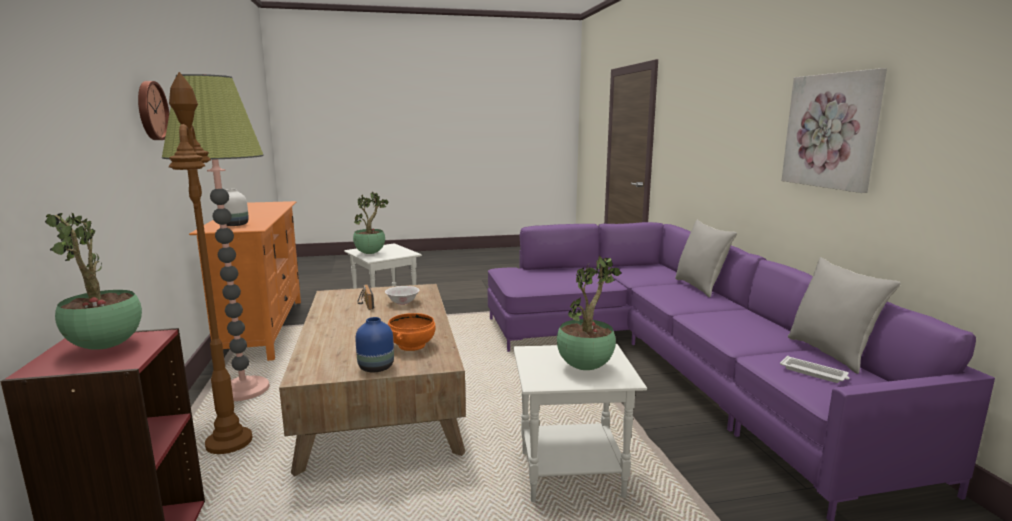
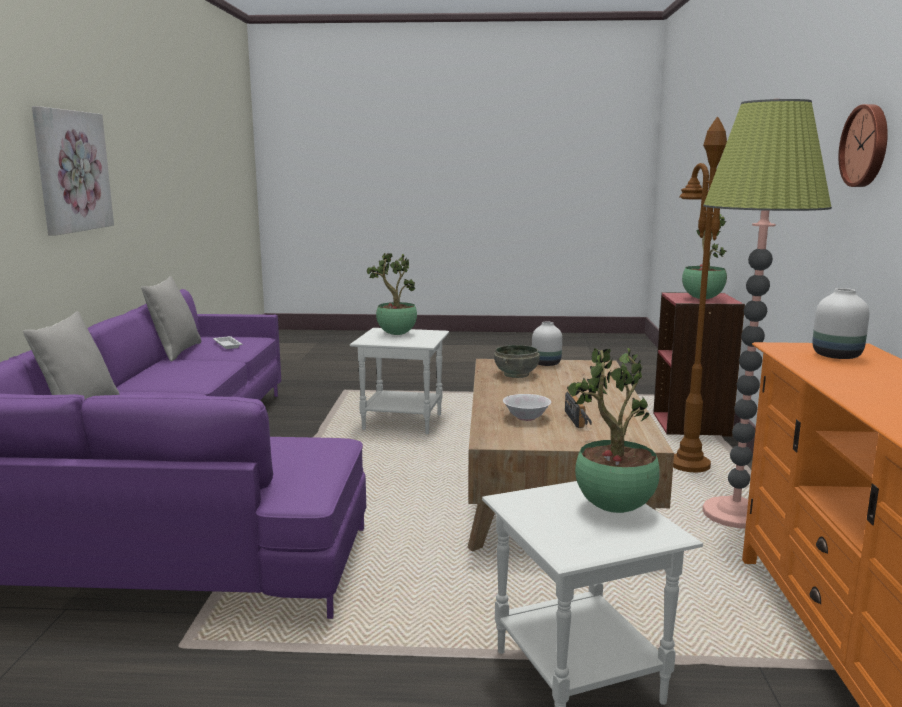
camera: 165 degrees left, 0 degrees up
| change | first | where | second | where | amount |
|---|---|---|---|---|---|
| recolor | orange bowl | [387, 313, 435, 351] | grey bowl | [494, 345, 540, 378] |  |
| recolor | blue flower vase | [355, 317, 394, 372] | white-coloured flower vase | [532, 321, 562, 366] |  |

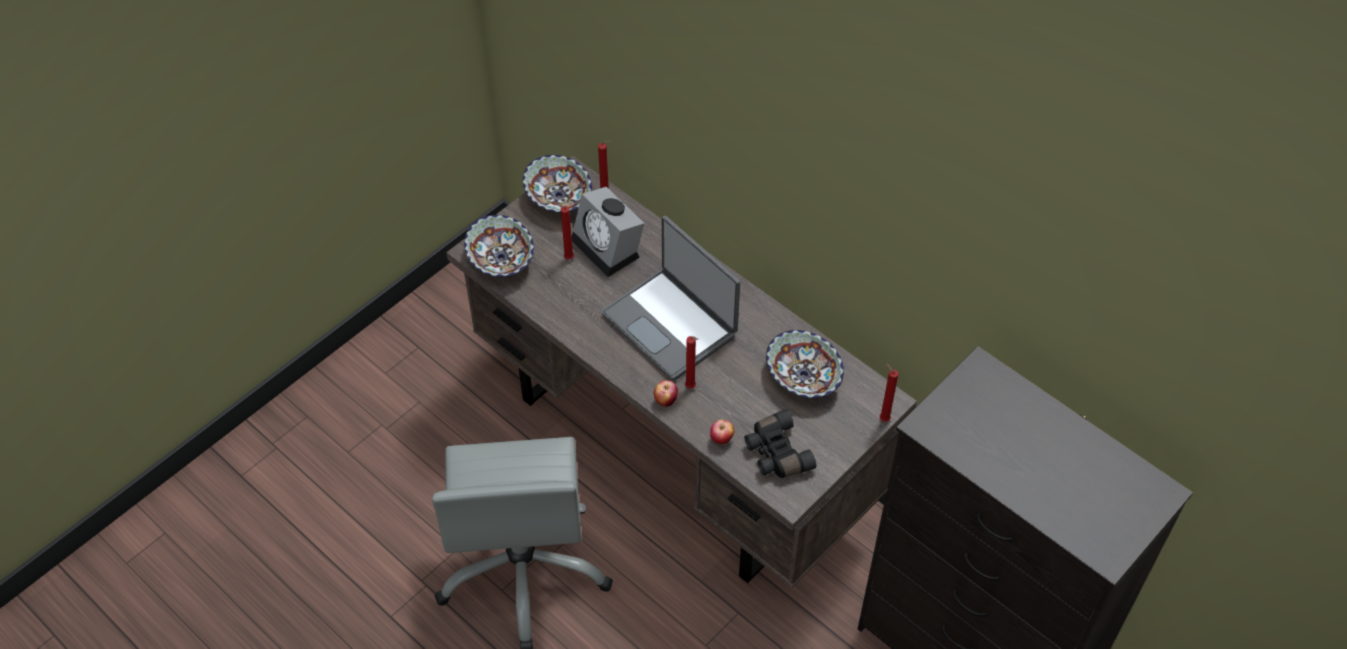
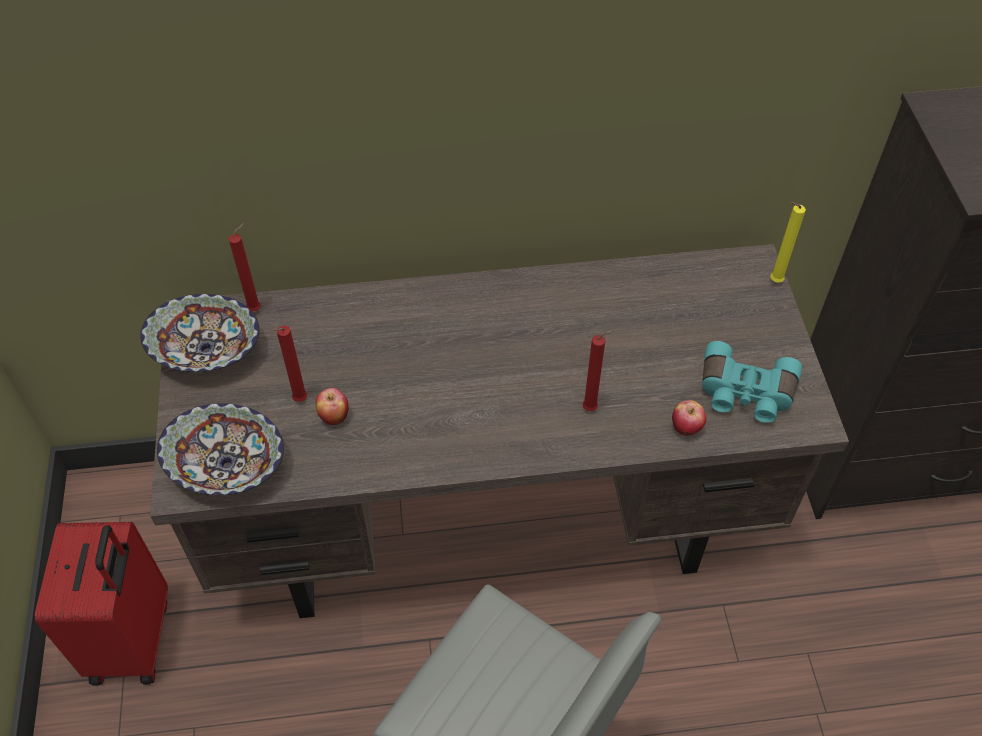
camera: 50 degrees left, 0 degrees up
| change | first | where | second | where | amount |
|---|---|---|---|---|---|
| insert |  |  | red travel case | [35, 522, 168, 685] |  |
| move | apple fruit | [654, 380, 678, 407] |  | [316, 388, 349, 425] |  |
| recolor | blackish pair of binoculars | [744, 409, 816, 478] | turquoise-coloured pair of binoculars | [702, 341, 802, 423] |  |
| recolor | red candle | [880, 363, 898, 422] | yellow-coloured candle | [770, 202, 806, 283] |  |
| delete | alarm clock | [572, 187, 644, 277] |  |  |  |
| delete | portable computer | [601, 216, 740, 381] |  |  |  |
| delete | bowl | [766, 330, 844, 398] |  |  |  |

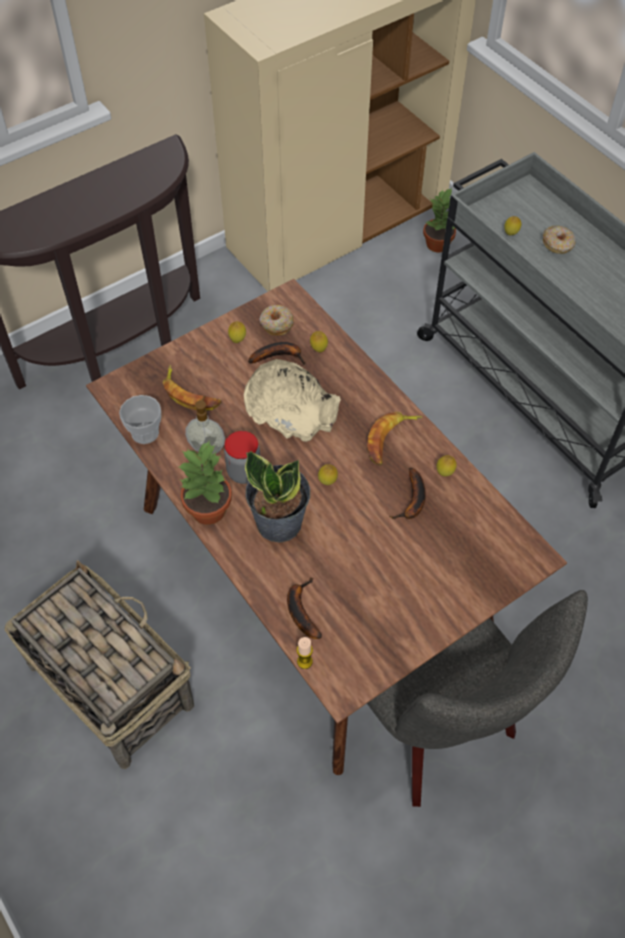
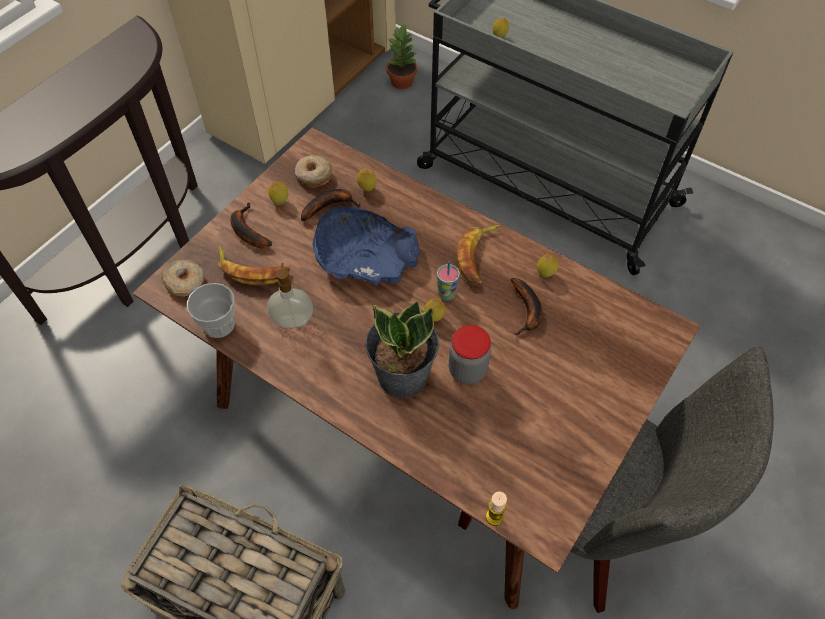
camera: 20 degrees left, 0 degrees up
| change | first | where | second | where | amount |
|---|---|---|---|---|---|
| move | ring doughnut | [543, 225, 575, 254] |  | [161, 259, 204, 297] |  |
| move | whole banana | [287, 577, 322, 639] |  | [231, 203, 272, 248] |  |
| recolor | beige-coloured bowl | [244, 359, 341, 442] | blue bowl | [312, 206, 420, 286] |  |
| insert |  |  | drinking cup | [437, 261, 460, 301] |  |
| move | storage jar | [224, 431, 260, 484] |  | [449, 325, 491, 385] |  |
| delete | plant in a pot | [177, 440, 232, 525] |  |  |  |

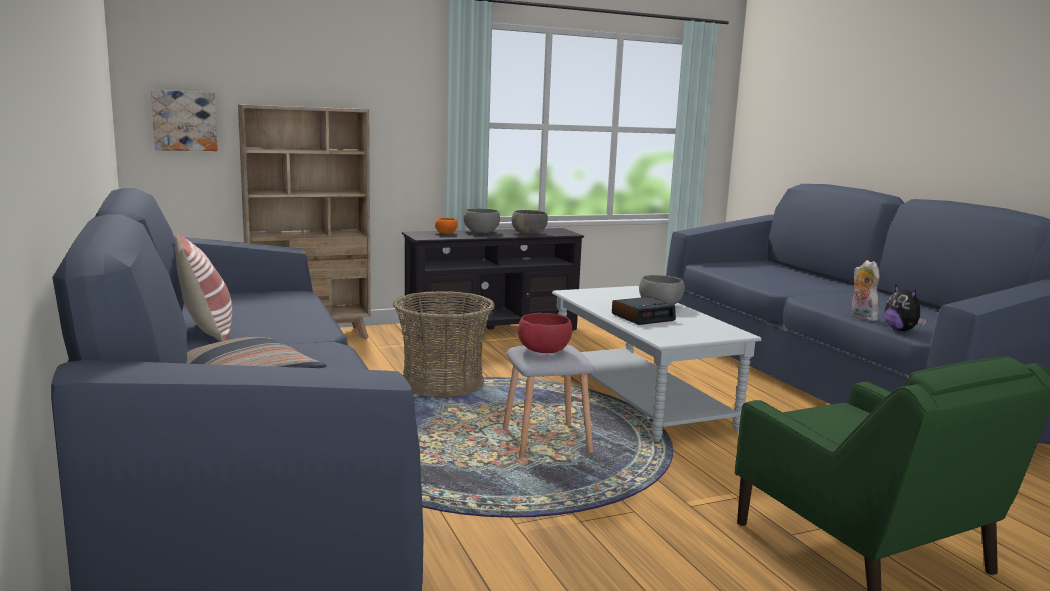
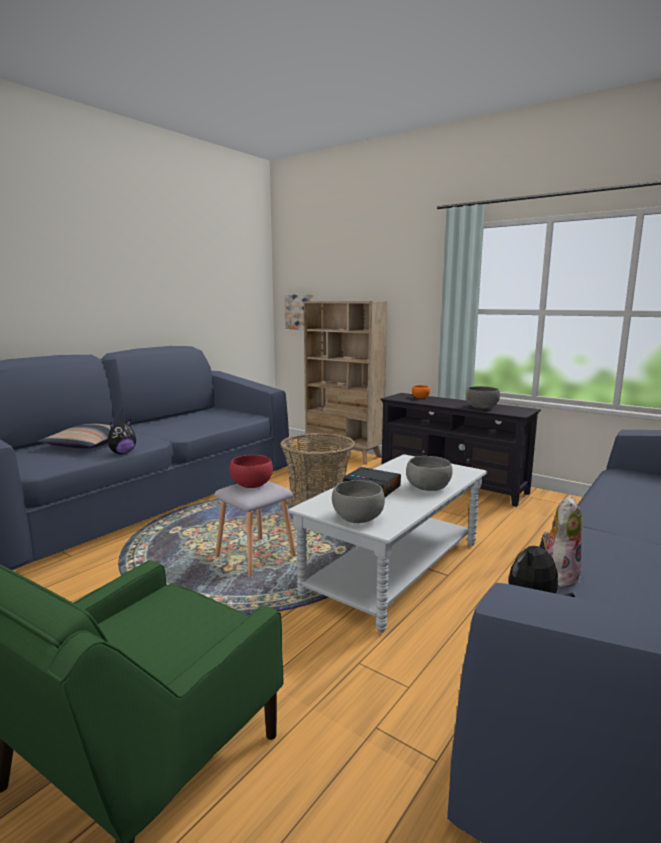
camera: 60 degrees right, 0 degrees up
| change | first | where | second | where | amount |
|---|---|---|---|---|---|
| insert |  |  | soft toy | [108, 419, 136, 454] |  |
| move | grey bowl | [464, 208, 500, 233] |  | [332, 480, 385, 523] |  |
| delete | cushion | [175, 233, 232, 341] |  |  |  |

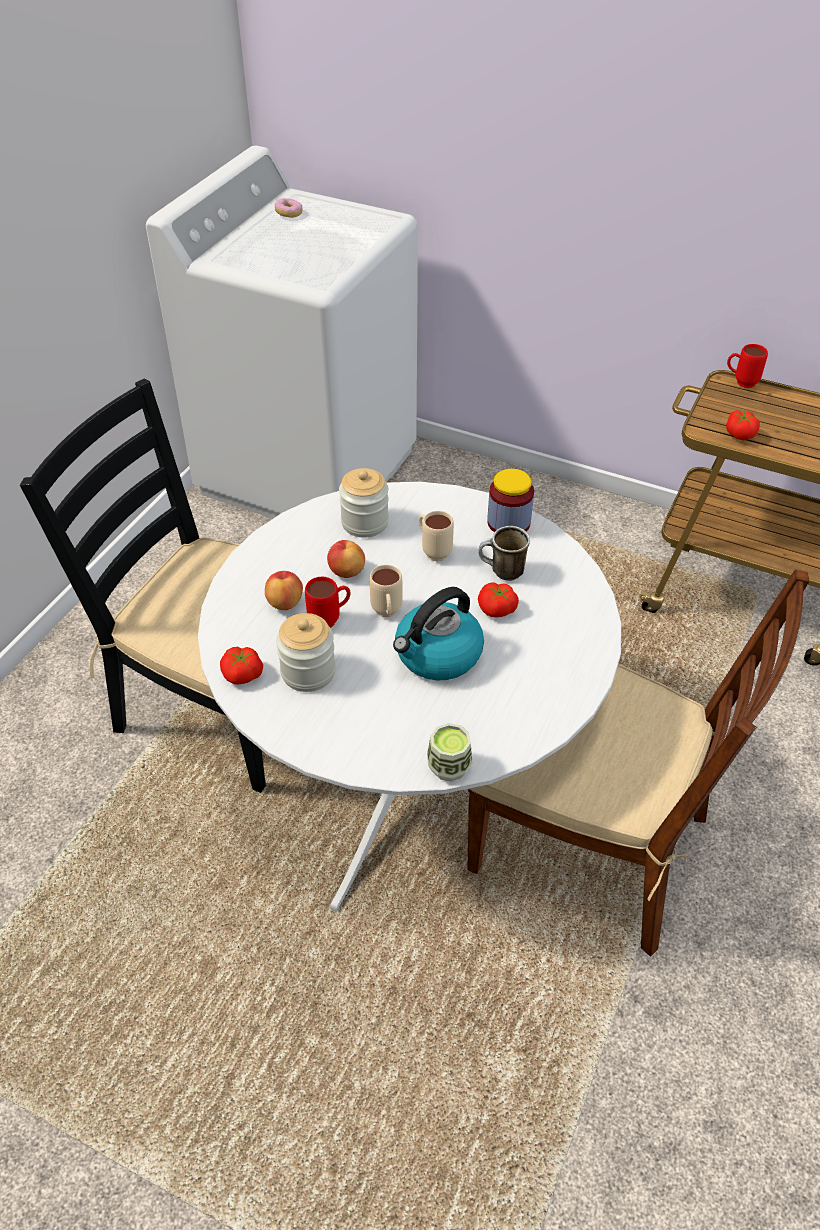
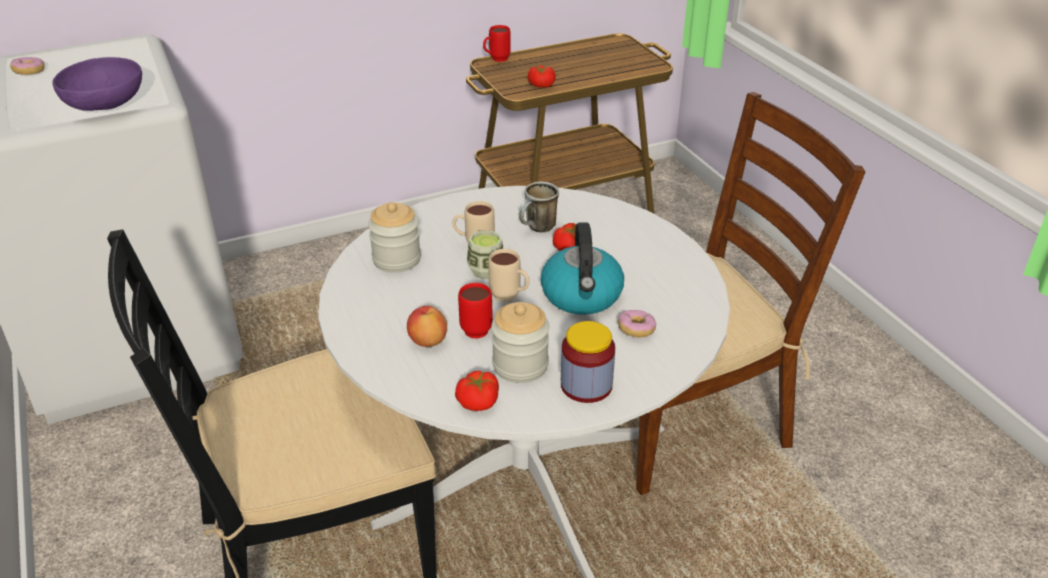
camera: 50 degrees left, 10 degrees down
| change | first | where | second | where | amount |
|---|---|---|---|---|---|
| insert |  |  | purple bowl | [53, 57, 142, 111] |  |
| move | drinking cup | [427, 723, 472, 782] |  | [467, 230, 504, 279] |  |
| move | storage jar | [487, 469, 534, 532] |  | [561, 321, 615, 403] |  |
| insert |  |  | ring doughnut | [618, 310, 656, 338] |  |
| delete | apple fruit | [327, 540, 365, 578] |  |  |  |

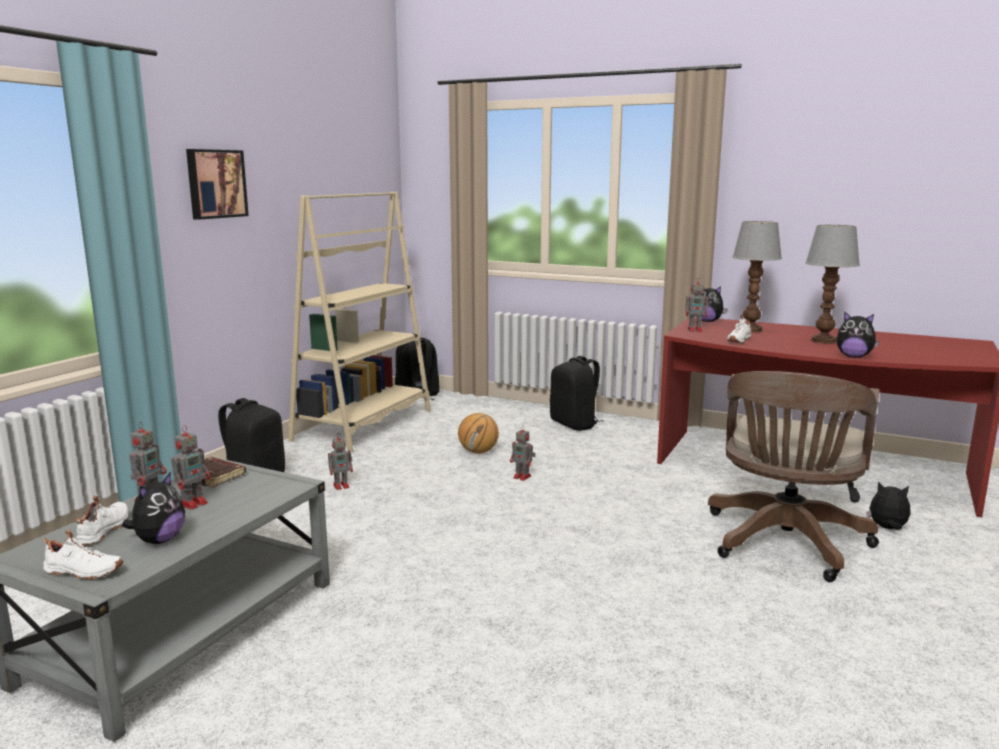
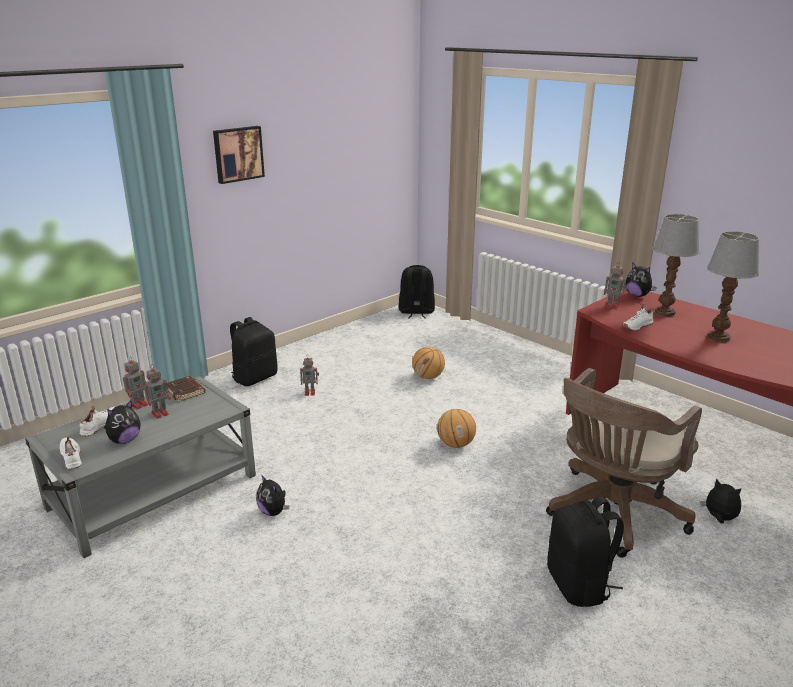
camera: 20 degrees right, 10 degrees up
| change | first | where | second | where | amount |
|---|---|---|---|---|---|
| rotate | white-coloured item of footwear | [43, 530, 123, 580] |  | [60, 436, 82, 469] | 150 degrees counterclockwise |
| move | soft toy | [836, 312, 879, 358] |  | [256, 474, 289, 516] |  |
| insert |  |  | basketball ball | [437, 409, 476, 448] |  |
| move | blackish backpack | [550, 356, 603, 431] |  | [547, 496, 624, 607] |  |
| delete | beige-coloured bookshelf | [288, 192, 431, 452] |  |  |  |
| delete | toy robot | [510, 425, 535, 481] |  |  |  |

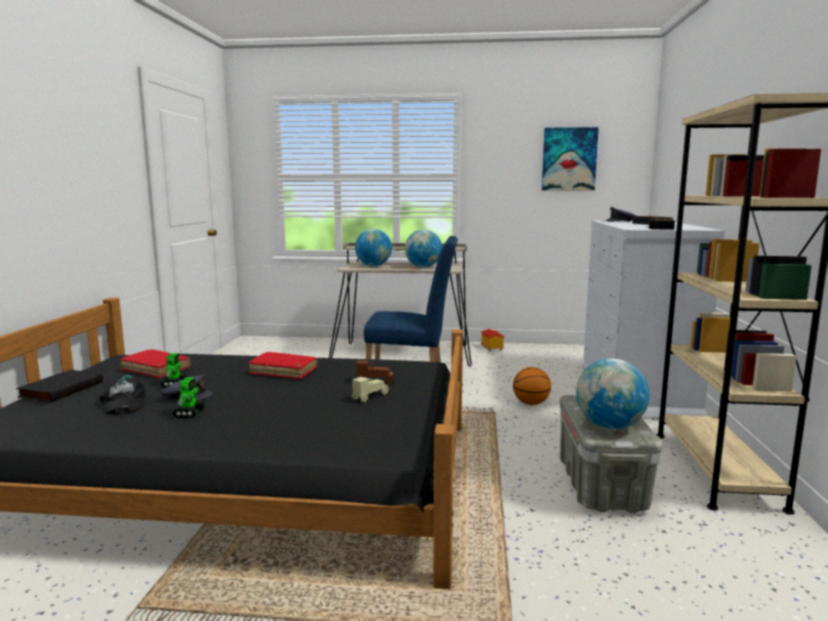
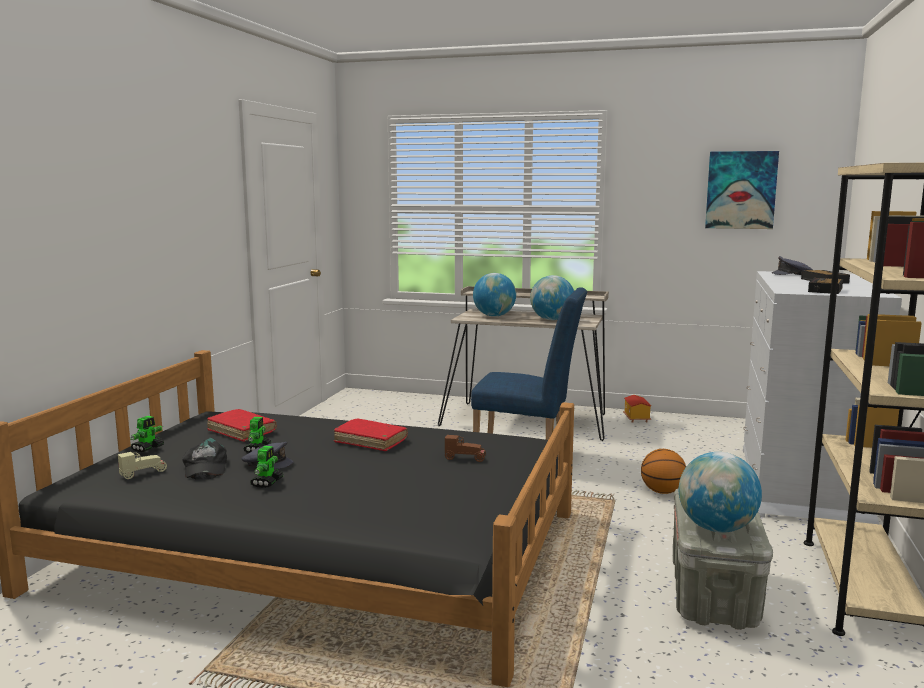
camera: 10 degrees right, 0 degrees up
| change | first | where | second | where | amount |
|---|---|---|---|---|---|
| move | beige-coloured model car | [352, 377, 389, 402] |  | [118, 452, 167, 479] |  |
| replace | blackish volume | [16, 370, 103, 402] | toy robot | [130, 416, 164, 452] |  |

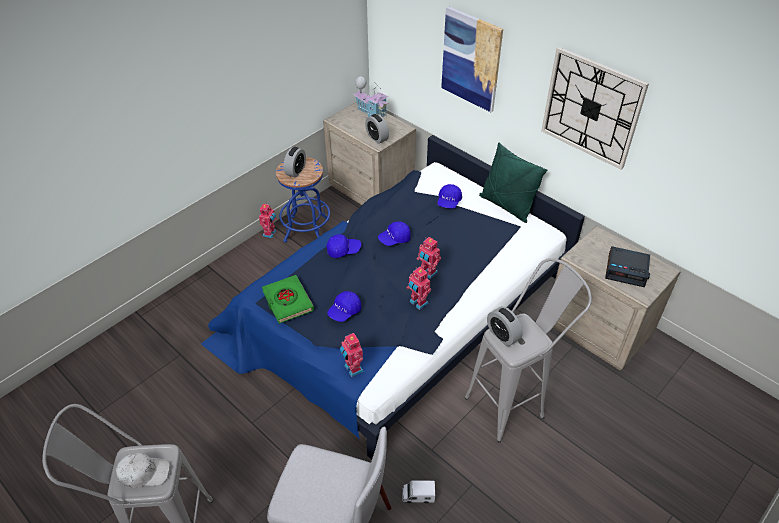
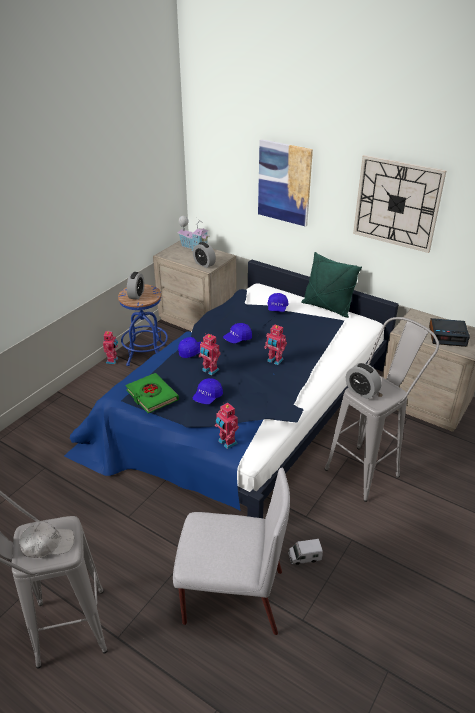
camera: 10 degrees left, 10 degrees down
| change | first | where | second | where | amount |
|---|---|---|---|---|---|
| move | toy robot | [407, 267, 431, 310] |  | [198, 333, 221, 375] |  |

